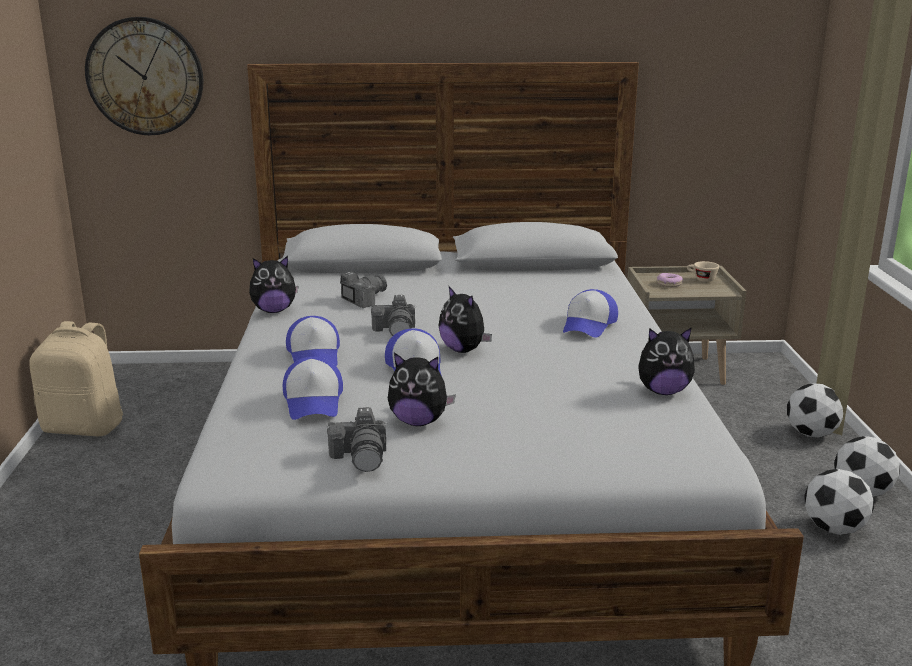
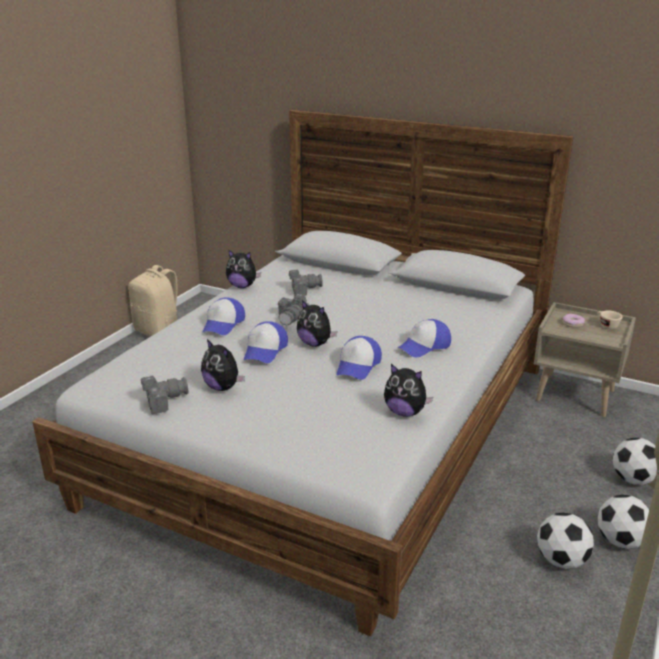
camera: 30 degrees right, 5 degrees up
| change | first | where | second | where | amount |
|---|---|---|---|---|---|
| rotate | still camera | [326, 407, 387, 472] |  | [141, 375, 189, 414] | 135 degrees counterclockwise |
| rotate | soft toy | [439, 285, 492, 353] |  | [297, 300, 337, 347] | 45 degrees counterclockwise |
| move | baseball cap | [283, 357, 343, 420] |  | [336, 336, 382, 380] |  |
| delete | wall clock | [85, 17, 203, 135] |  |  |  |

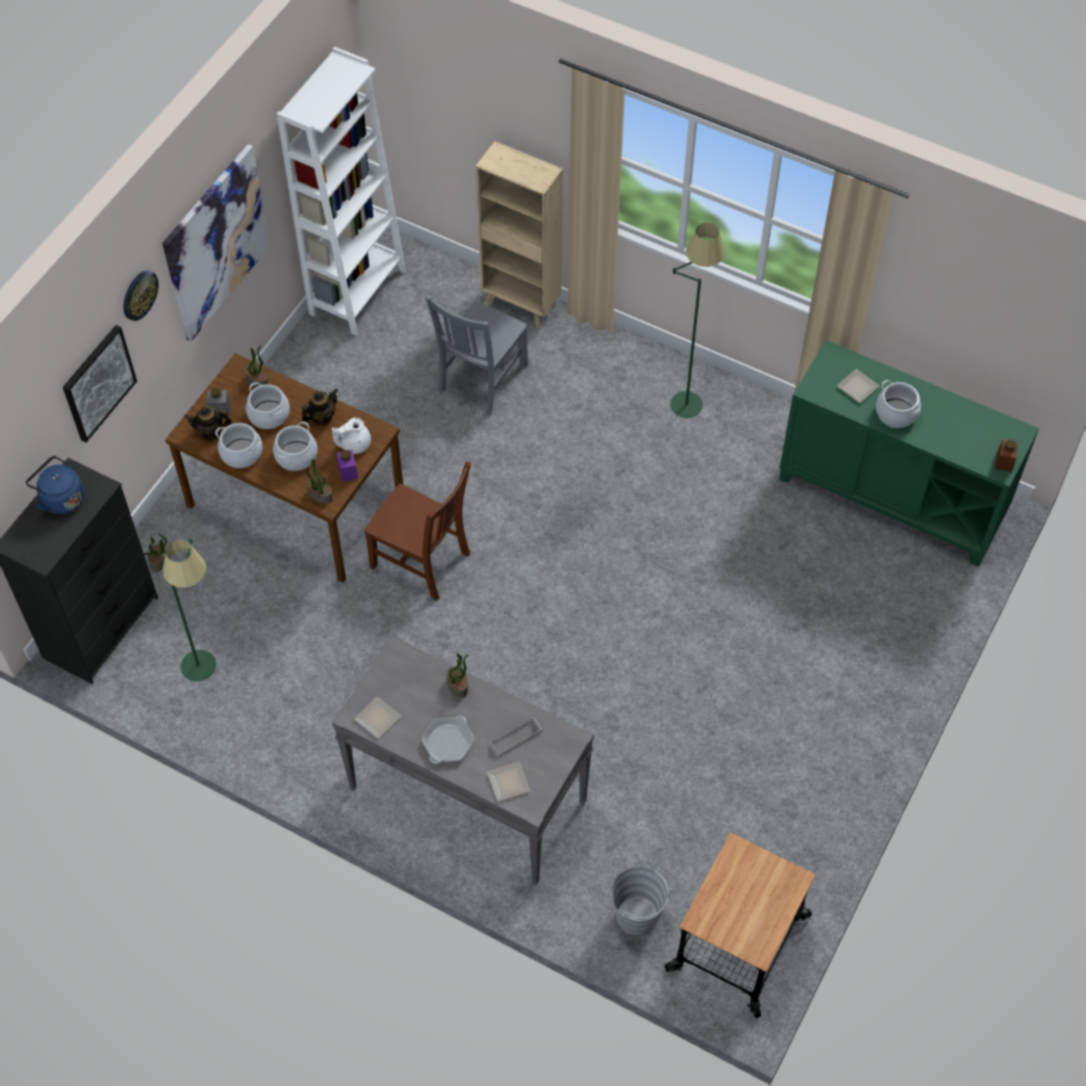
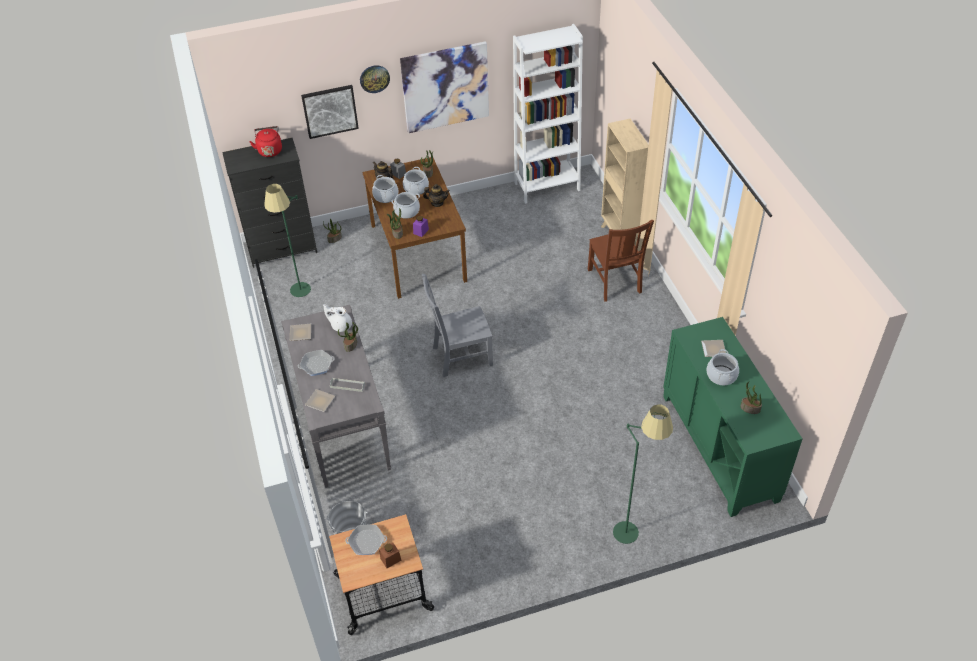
camera: 45 degrees right, 10 degrees down
| change | first | where | second | where | amount |
|---|---|---|---|---|---|
| recolor | blue kettle | [26, 456, 84, 514] | red kettle | [249, 126, 282, 157] |  |
| move | white-coloured tea pot | [332, 417, 371, 454] |  | [323, 304, 352, 332] |  |
| insert |  |  | skillet | [345, 525, 387, 555] |  |
| move | brown-coloured storage jar | [995, 439, 1018, 472] |  | [379, 543, 401, 568] |  |
| move | grey upright chair | [425, 295, 528, 416] |  | [422, 274, 493, 377] |  |
| move | brown-coloured upright chair | [364, 462, 471, 601] |  | [588, 220, 654, 302] |  |
| move | green-coloured standing lamp | [670, 223, 725, 418] |  | [613, 405, 673, 544] |  |
| insert |  |  | plant in a pot | [740, 382, 762, 414] |  |

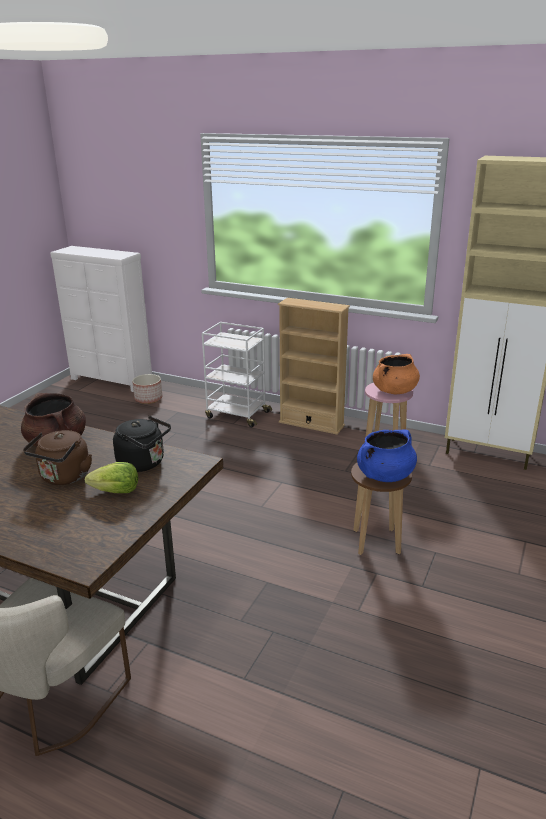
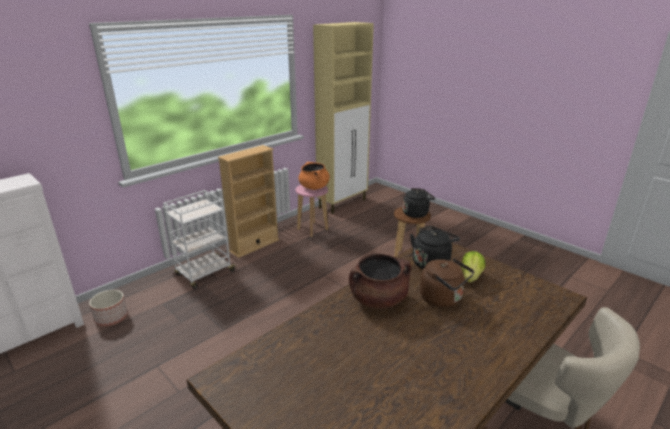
camera: 70 degrees left, 0 degrees up
| change | first | where | second | where | amount |
|---|---|---|---|---|---|
| replace | blue cooking pot | [357, 430, 417, 482] | blackish kettle | [403, 188, 435, 218] |  |

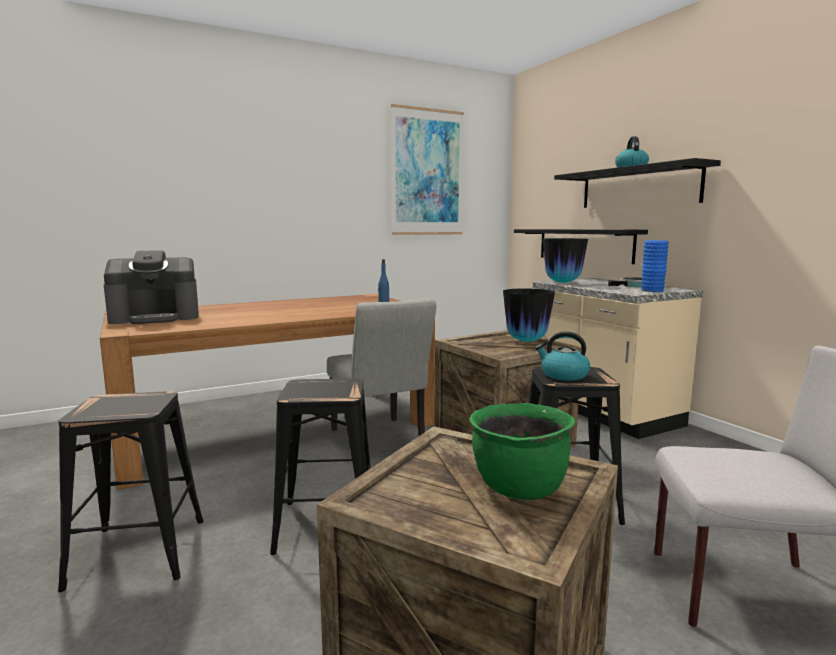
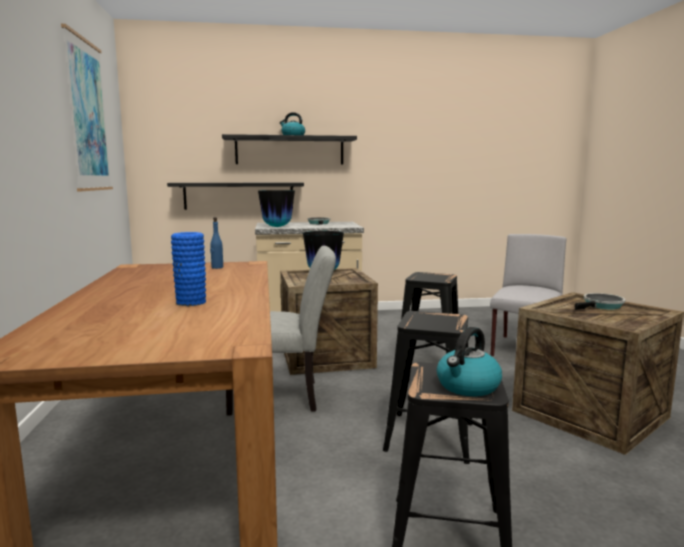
camera: 70 degrees left, 0 degrees up
| change | first | where | second | where | amount |
|---|---|---|---|---|---|
| move | blue flower vase | [641, 240, 669, 292] |  | [171, 232, 206, 306] |  |
| move | kettle | [535, 331, 590, 381] |  | [437, 327, 502, 396] |  |
| replace | green-coloured cooking pot | [469, 403, 575, 500] | skillet | [575, 293, 626, 310] |  |
| delete | coffee machine | [104, 250, 199, 324] |  |  |  |

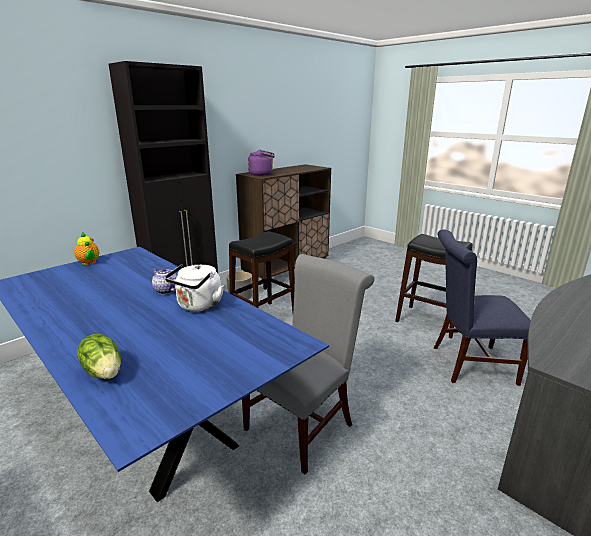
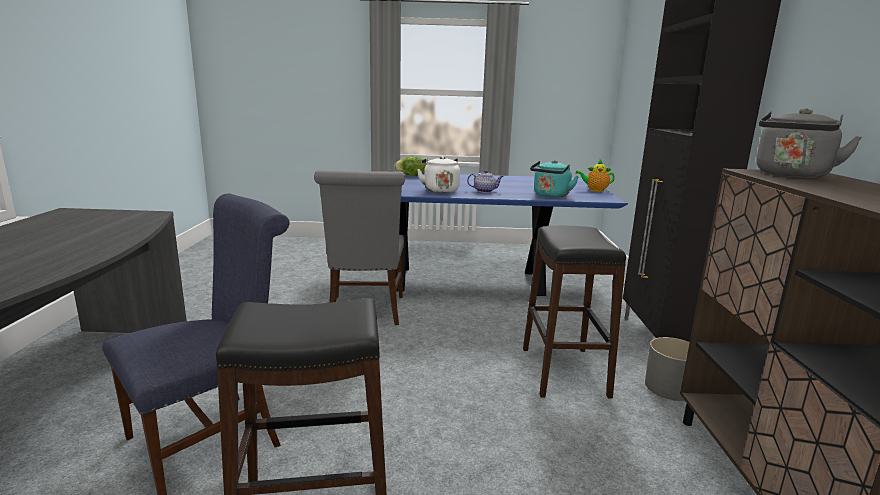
camera: 135 degrees right, 5 degrees down
| change | first | where | second | where | amount |
|---|---|---|---|---|---|
| insert |  |  | turquoise-coloured kettle | [530, 160, 579, 198] |  |
| recolor | purple kettle | [248, 150, 275, 176] | grey kettle | [756, 108, 863, 178] |  |

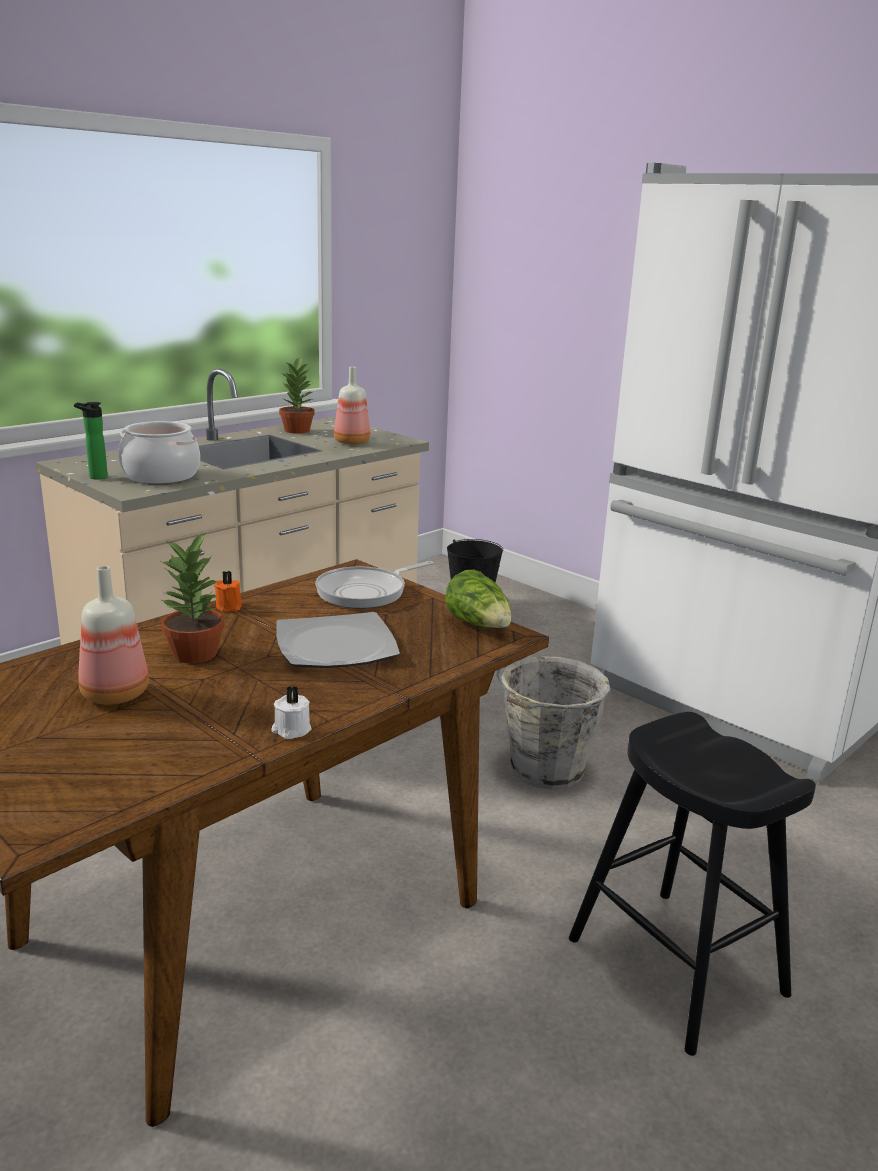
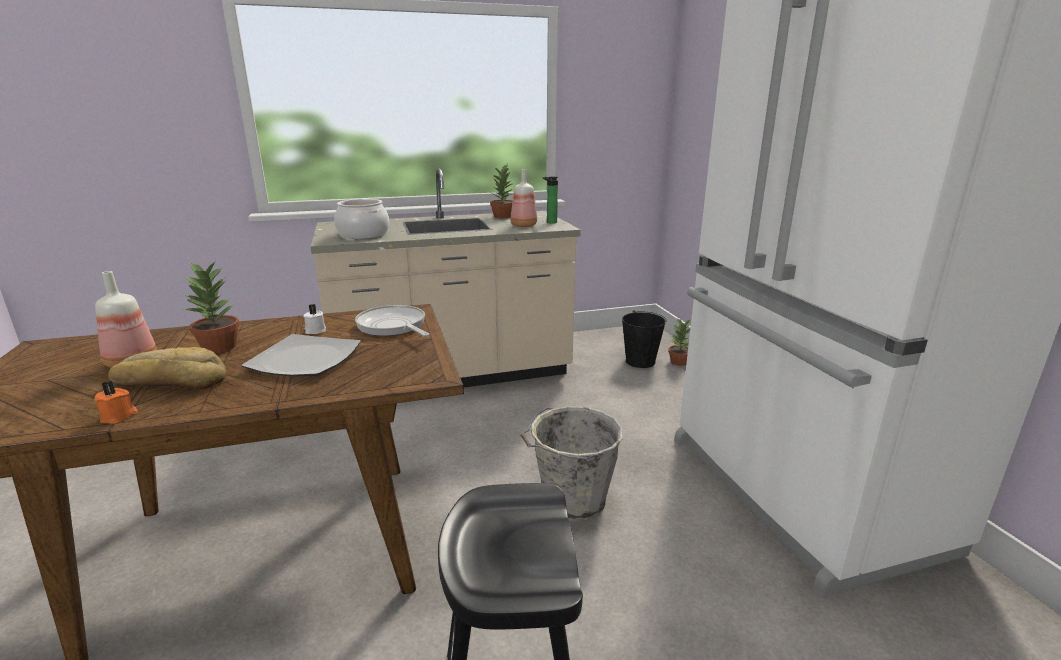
camera: 30 degrees right, 0 degrees up
| change | first | where | second | where | amount |
|---|---|---|---|---|---|
| move | orange candle | [214, 571, 242, 612] |  | [95, 381, 137, 424] |  |
| insert |  |  | bread | [108, 347, 227, 389] |  |
| move | white-coloured candle | [271, 686, 312, 739] |  | [303, 304, 326, 334] |  |
| rotate | skillet | [315, 561, 434, 609] |  | [355, 305, 430, 336] | 60 degrees clockwise |
| move | beverage bottle | [74, 402, 108, 480] |  | [543, 176, 558, 223] |  |
| insert |  |  | plant in a pot | [668, 318, 691, 366] |  |
| delete | lettuce head | [445, 569, 512, 628] |  |  |  |

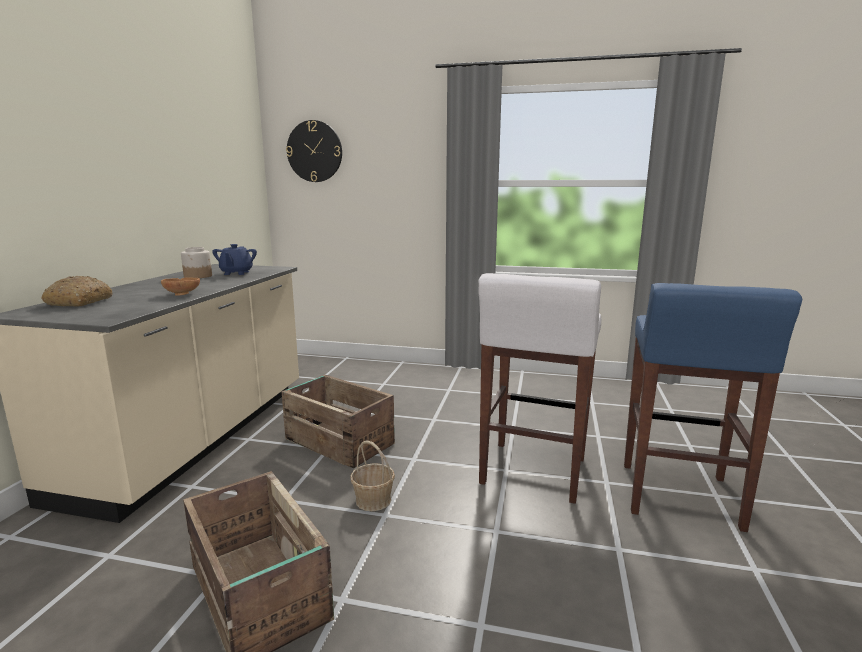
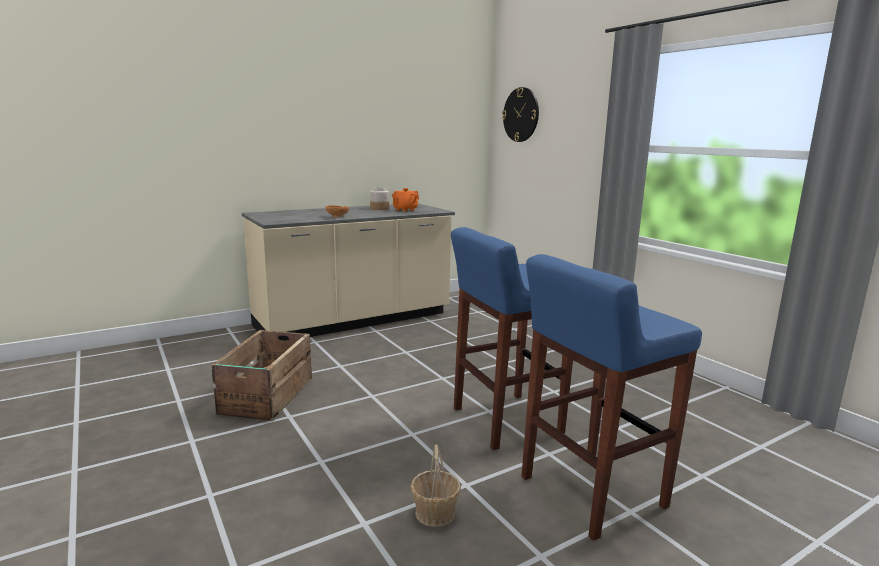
camera: 45 degrees right, 0 degrees up
| change | first | where | second | where | amount |
|---|---|---|---|---|---|
| recolor | blue tea pot | [212, 244, 257, 275] | orange tea pot | [392, 188, 419, 212] |  |
| move | household basket | [350, 441, 395, 511] |  | [411, 444, 461, 527] |  |
| recolor | white-coloured stool seat | [478, 273, 601, 504] | blue stool seat | [451, 227, 573, 450] |  |
| delete | bread | [41, 276, 112, 306] |  |  |  |
| delete | packing crate | [281, 375, 395, 468] |  |  |  |

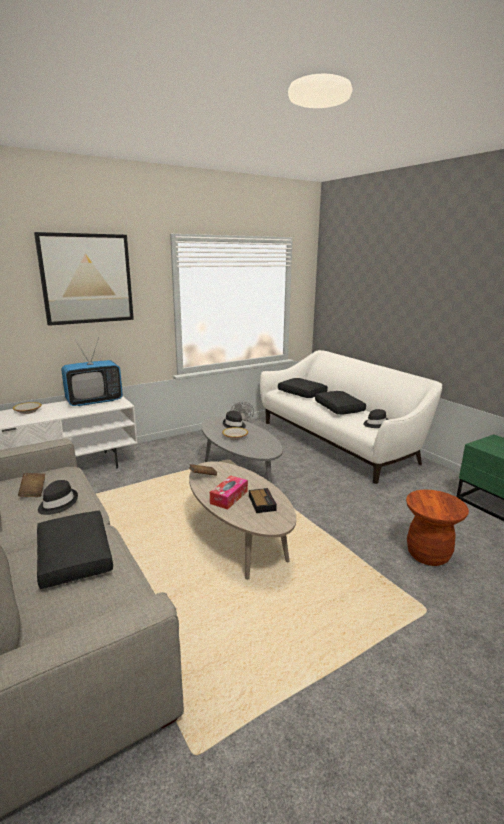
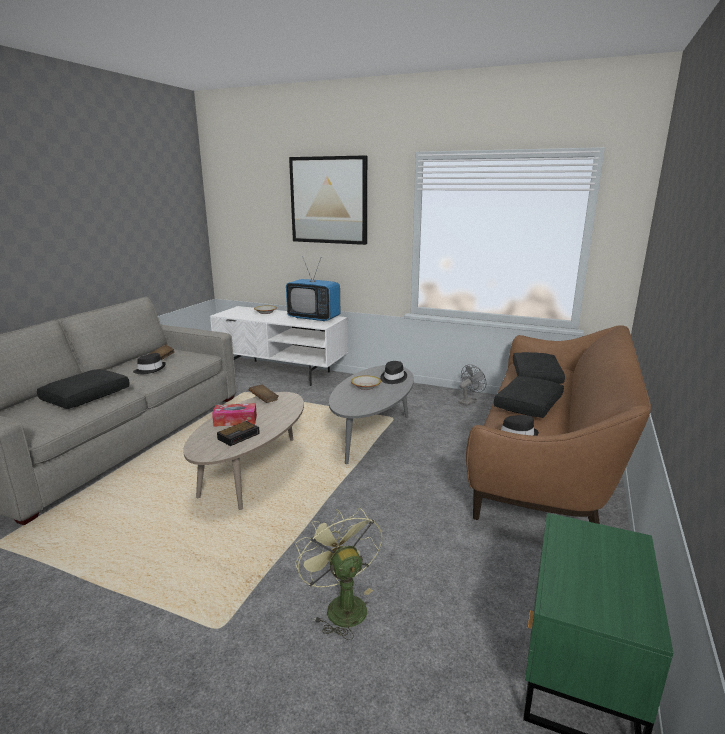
camera: 55 degrees right, 0 degrees up
| change | first | where | second | where | amount |
|---|---|---|---|---|---|
| replace | brown-coloured stool seat | [406, 489, 469, 566] | green-coloured cooling fan | [295, 508, 382, 640] |  |
| recolor | white-coloured sofa | [260, 350, 442, 484] | brown-coloured sofa | [466, 325, 651, 524] |  |

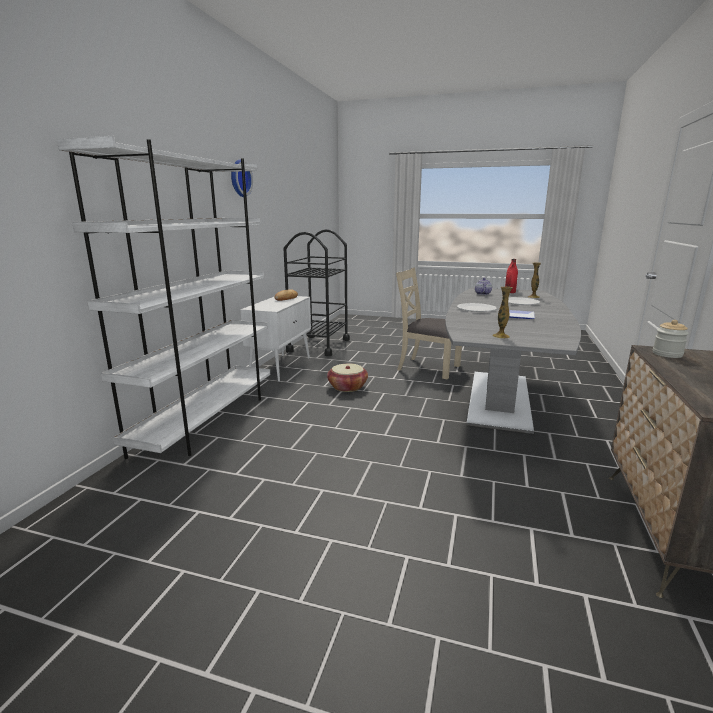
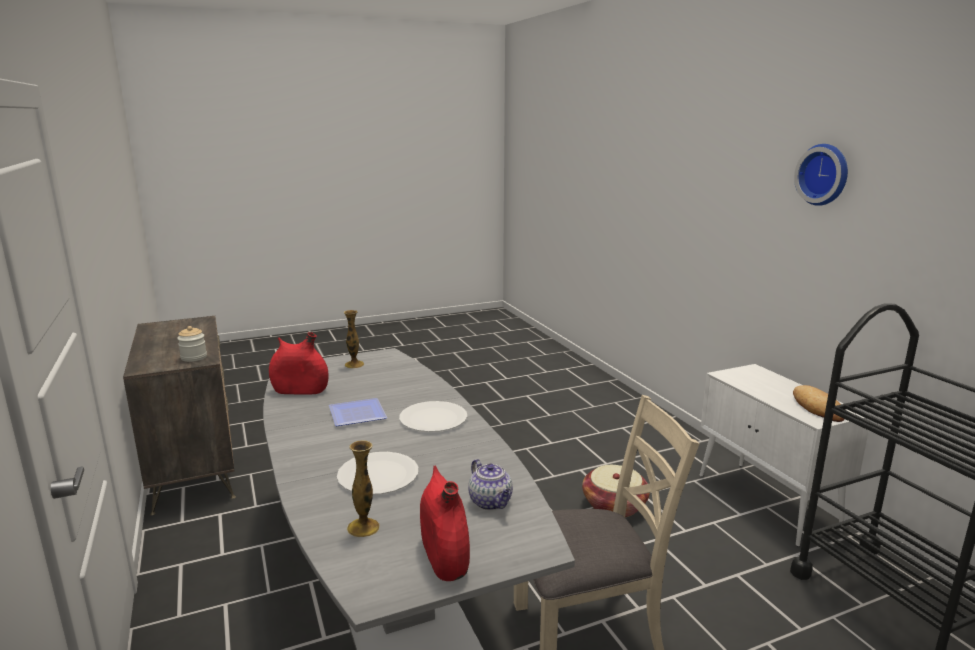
camera: 140 degrees right, 0 degrees up
| change | first | where | second | where | amount |
|---|---|---|---|---|---|
| insert |  |  | red flower vase | [269, 332, 329, 395] |  |
| delete | white-coloured bookshelf | [57, 136, 270, 459] |  |  |  |

